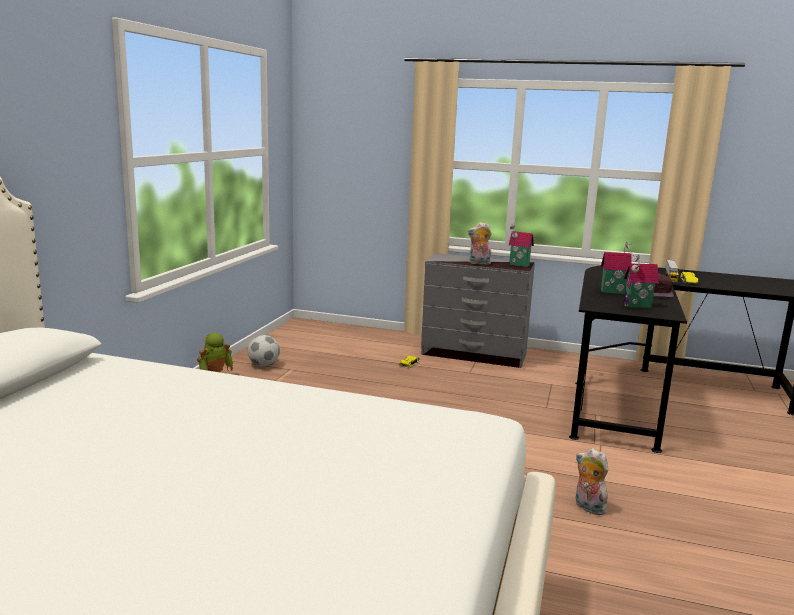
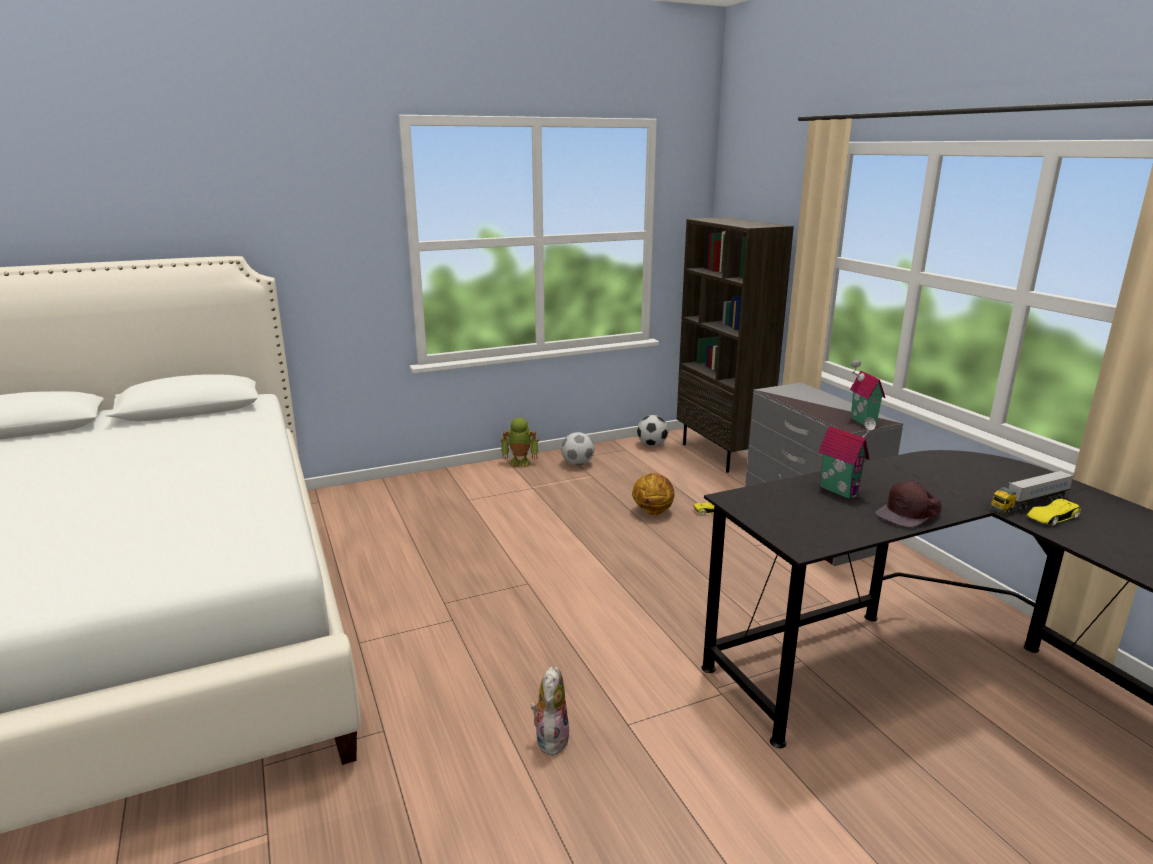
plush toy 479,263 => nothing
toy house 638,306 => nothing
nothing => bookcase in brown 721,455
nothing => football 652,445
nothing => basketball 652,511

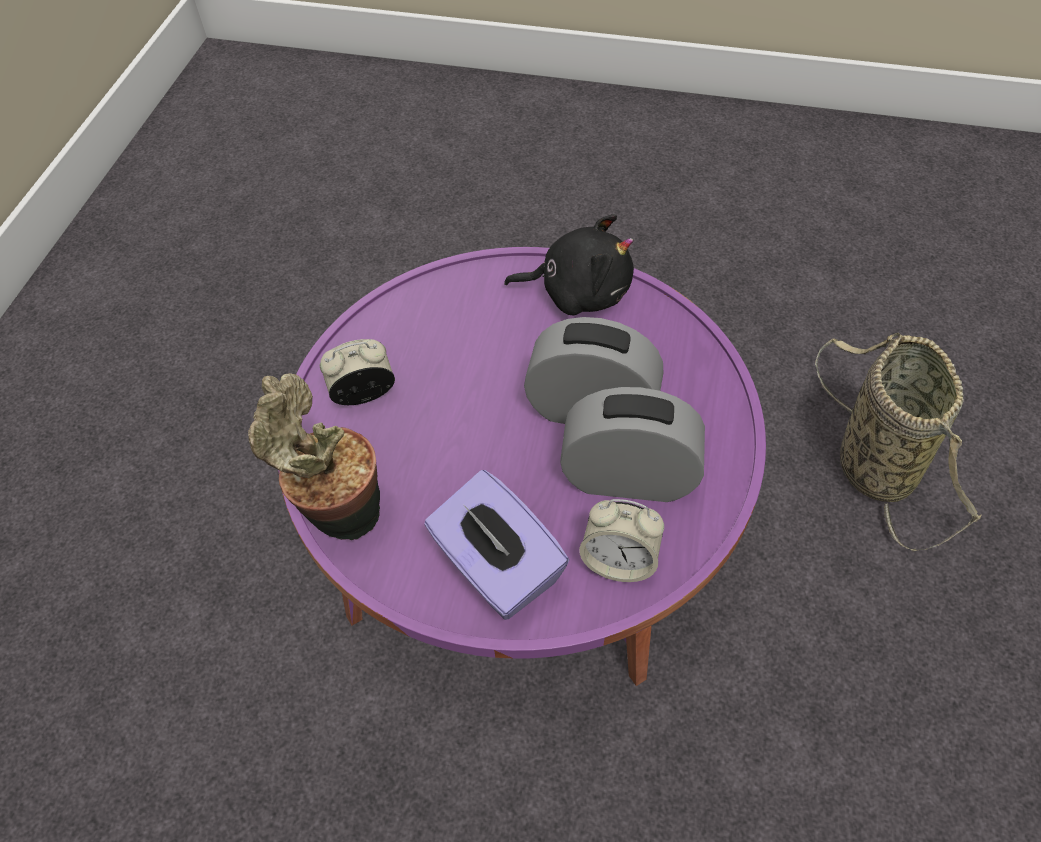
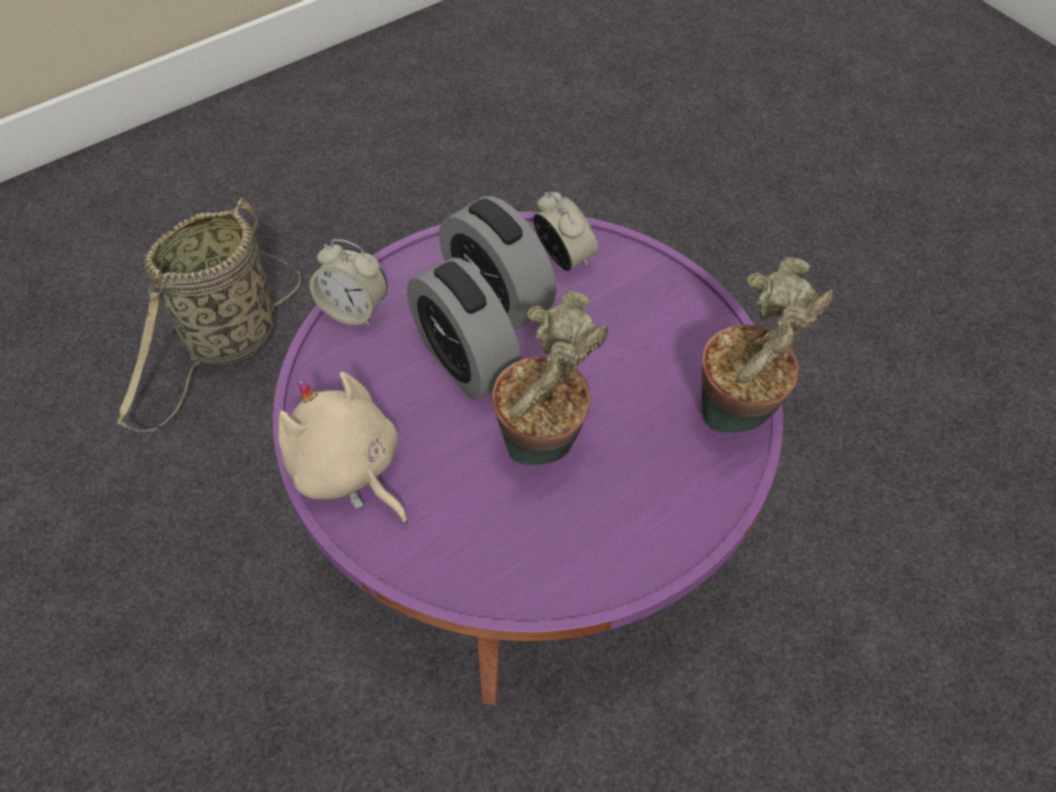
plush toy in black 578,291 => plush toy in beige 348,471
alarm clock 363,394 => alarm clock 354,310, moved
tissue box in purple 496,567 => nothing
nothing => potted plant 544,449

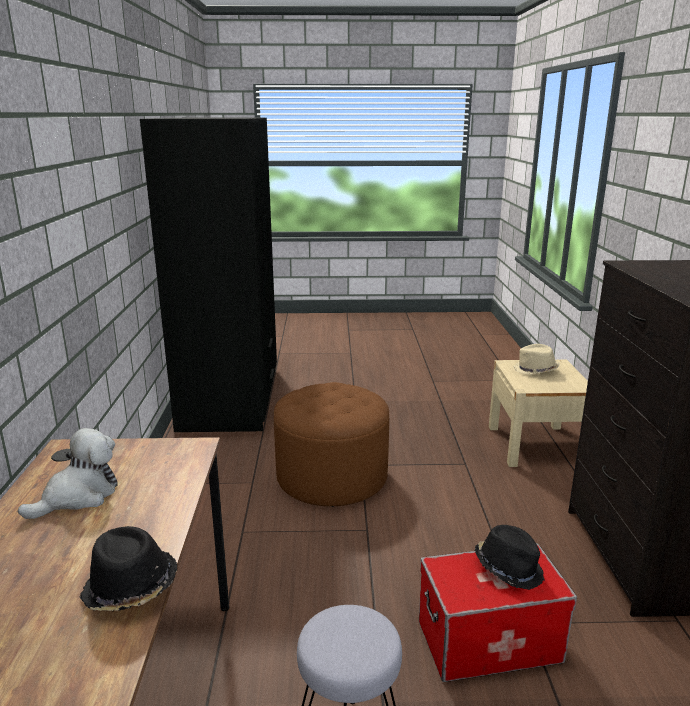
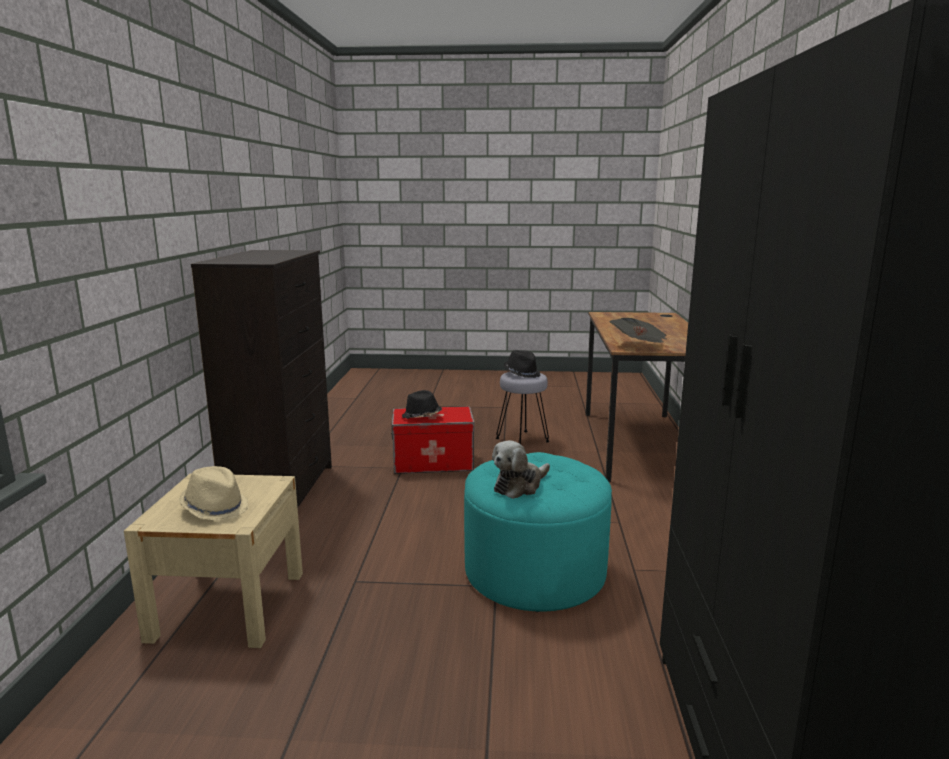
ottoman in brown 332,476 => ottoman in turquoise 535,572
plush toy 79,496 => plush toy 519,486, moved
hat in black 130,588 => hat in black 522,374, moved
nothing => newspaper 639,346

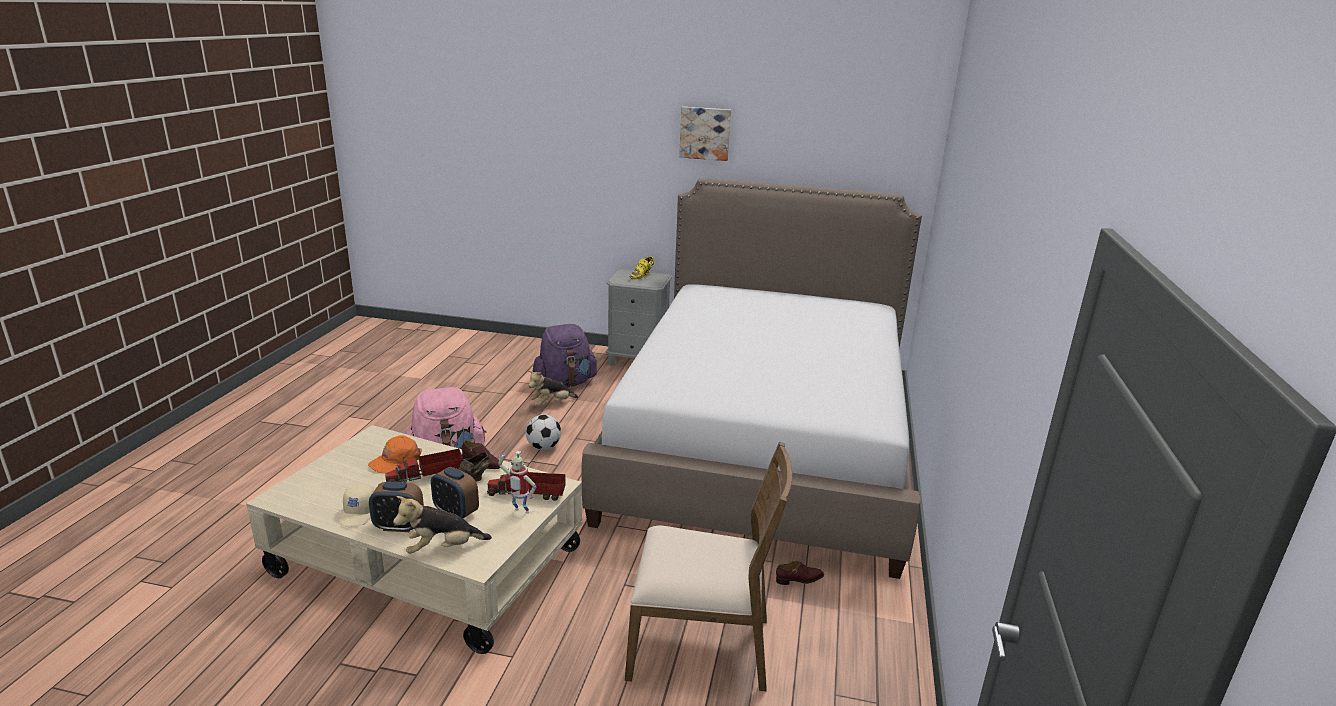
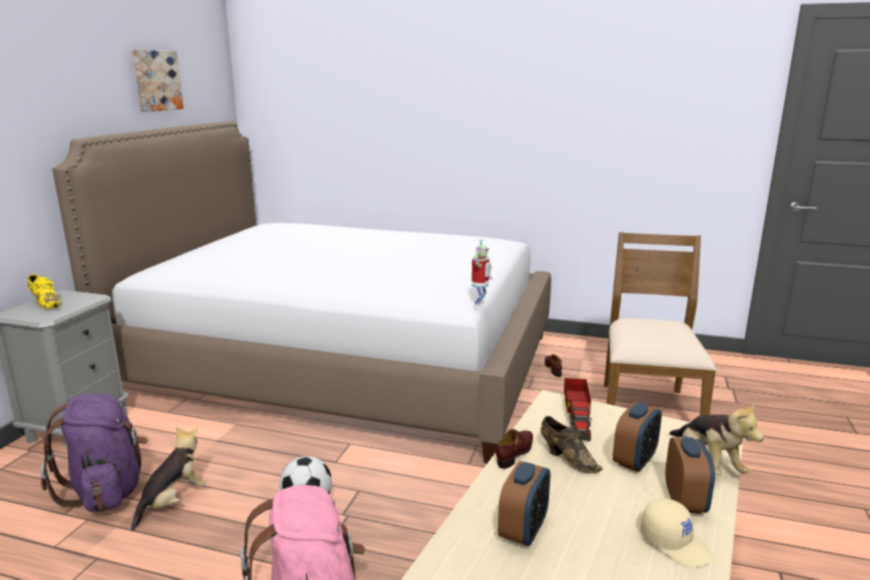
picture 705,133 => picture 156,80, moved
plush toy 551,404 => plush toy 173,502, 120 degrees counterclockwise
cap in orange 395,460 => alarm clock 523,530
toy truck 428,476 => nothing
toy robot 520,512 => toy robot 480,305, moved
cap in beige 359,513 => cap in beige 675,543, 45 degrees clockwise

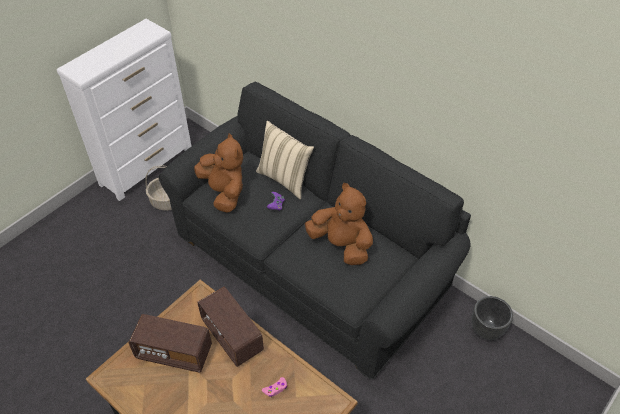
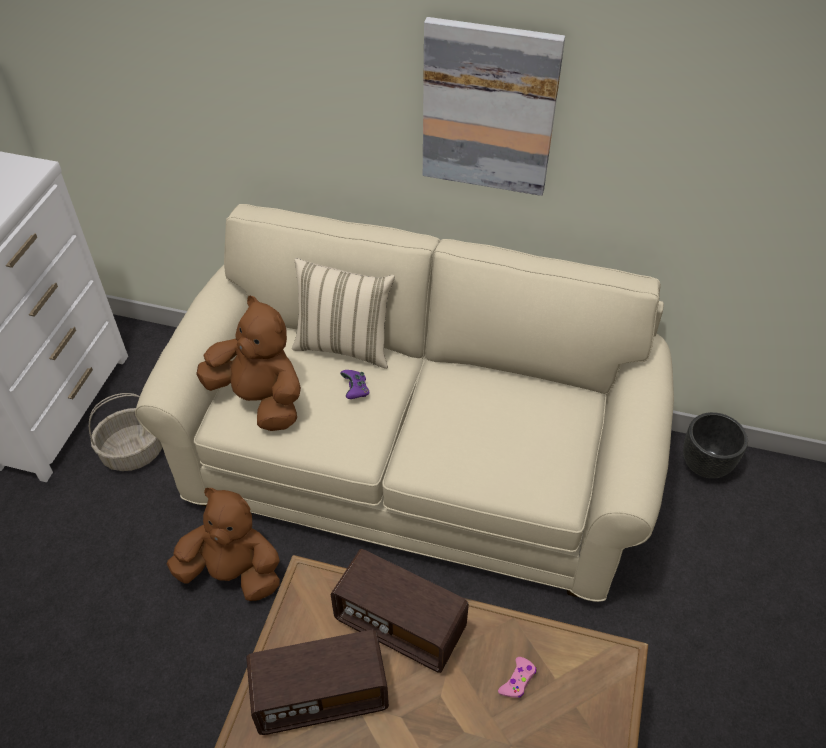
sofa in black 310,264 => sofa in beige 413,466
plush toy in brown 341,245 => plush toy in brown 233,572, moved
nothing => picture 489,108

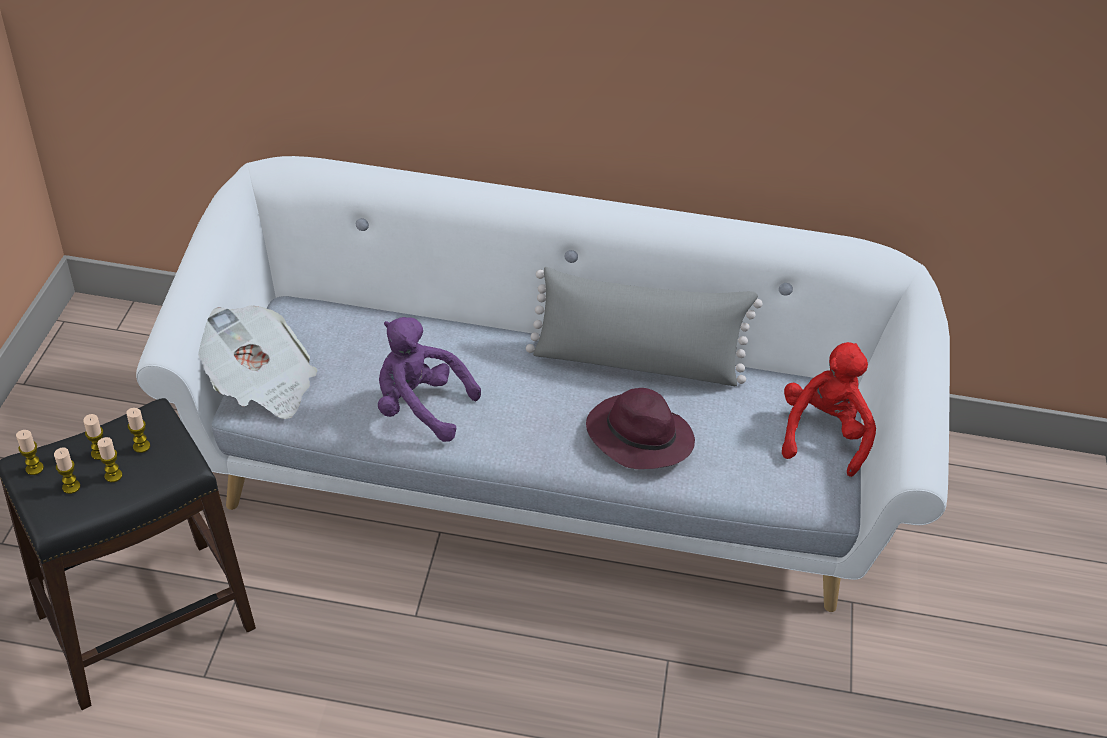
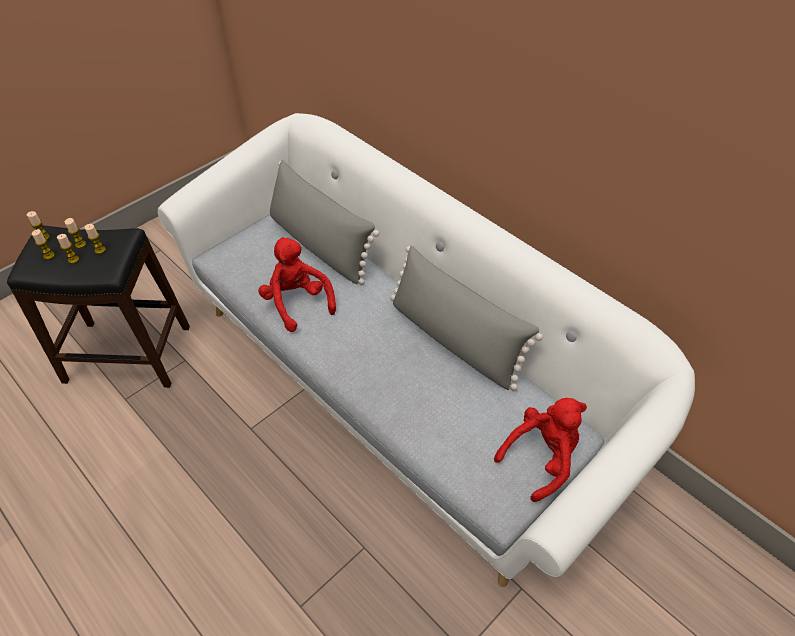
newspaper 261,383 => nothing
plush toy in purple 419,407 => plush toy in red 297,302
hat in purple 637,436 => nothing
nothing => pillow in grey 320,244

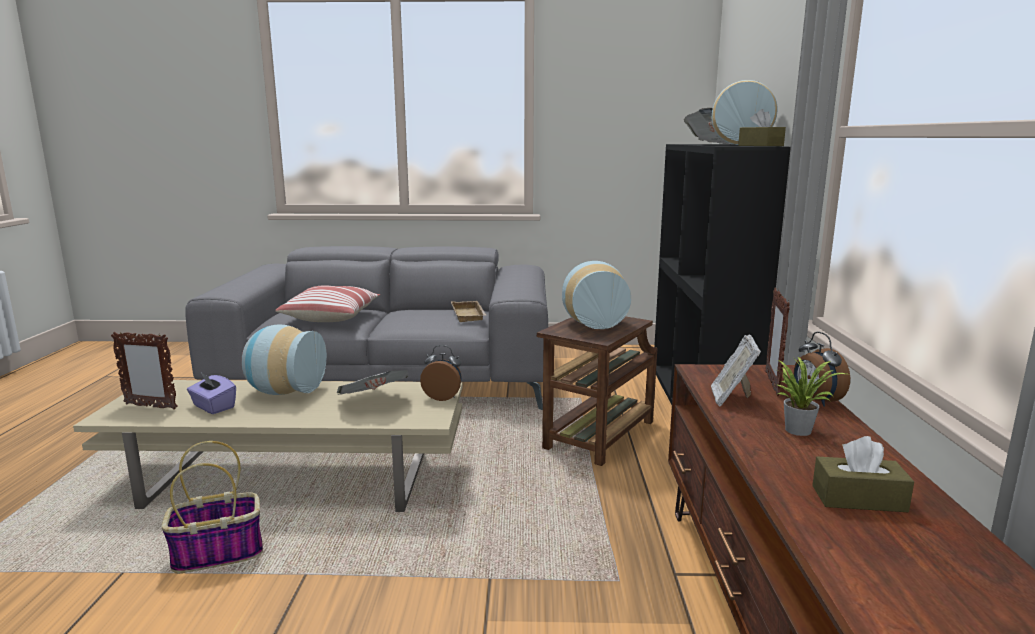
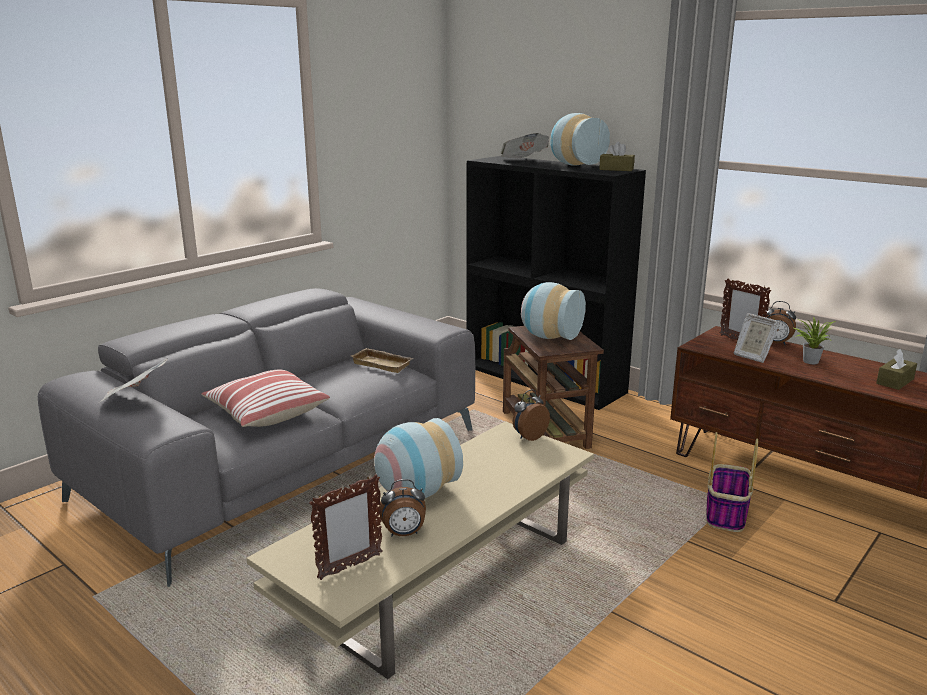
newspaper 373,402 => newspaper 135,399, moved
tissue box in purple 213,407 => alarm clock 404,534
basket 219,553 => basket 726,513, moved

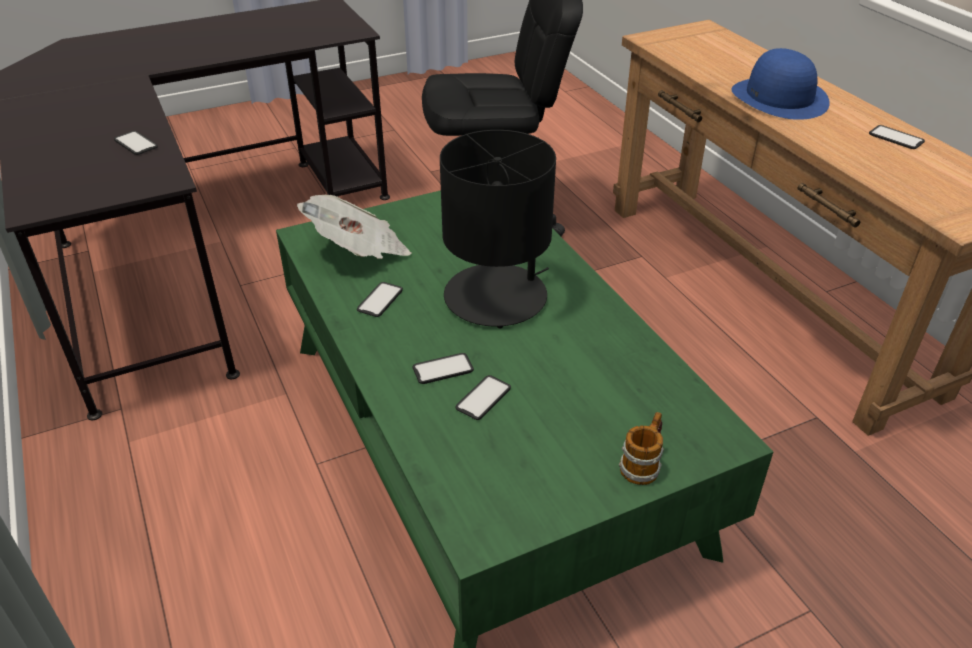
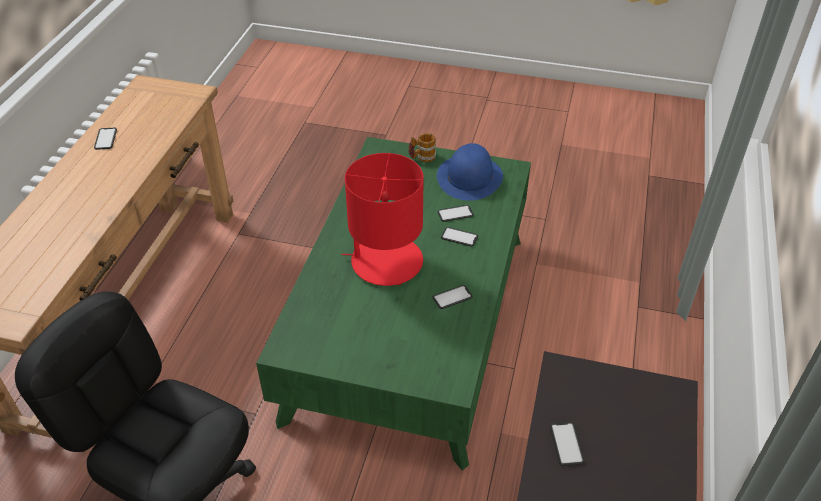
hat in blue 779,98 => hat in blue 469,177, moved
table lamp in black 497,296 => table lamp in red 386,261
newspaper 359,251 => nothing

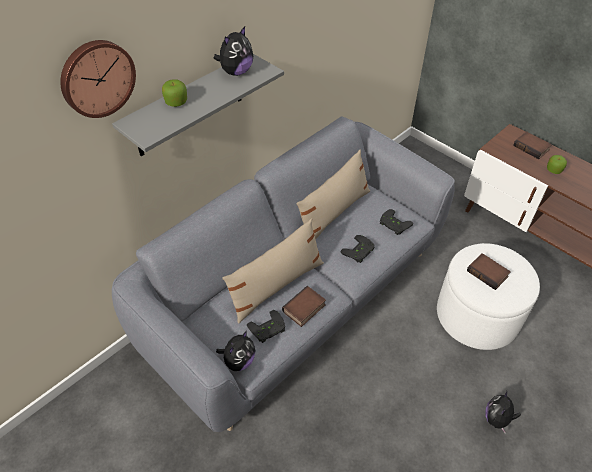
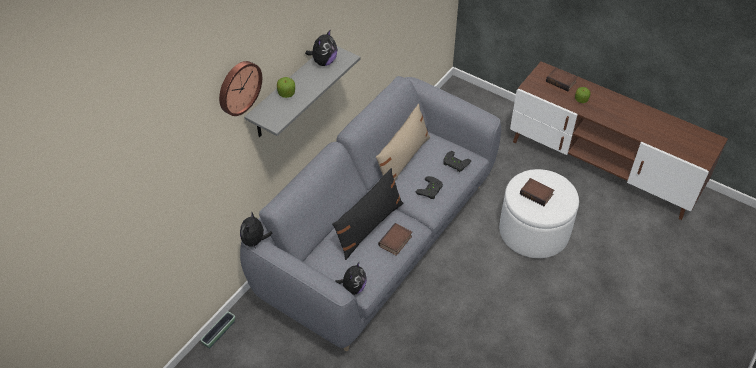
pillow in beige 276,286 => pillow in black 368,227
game controller in black 268,330 => nothing
plush toy 497,419 => plush toy 255,241, moved
nothing => planter 219,333

